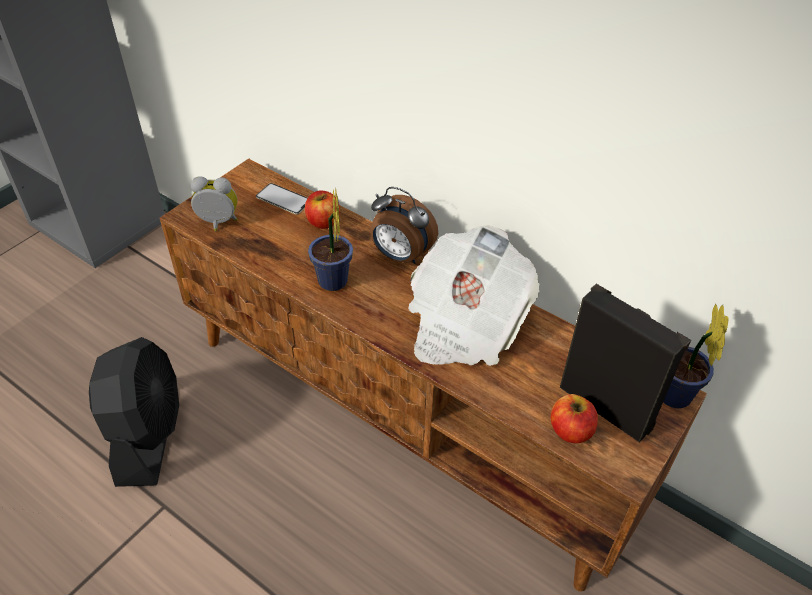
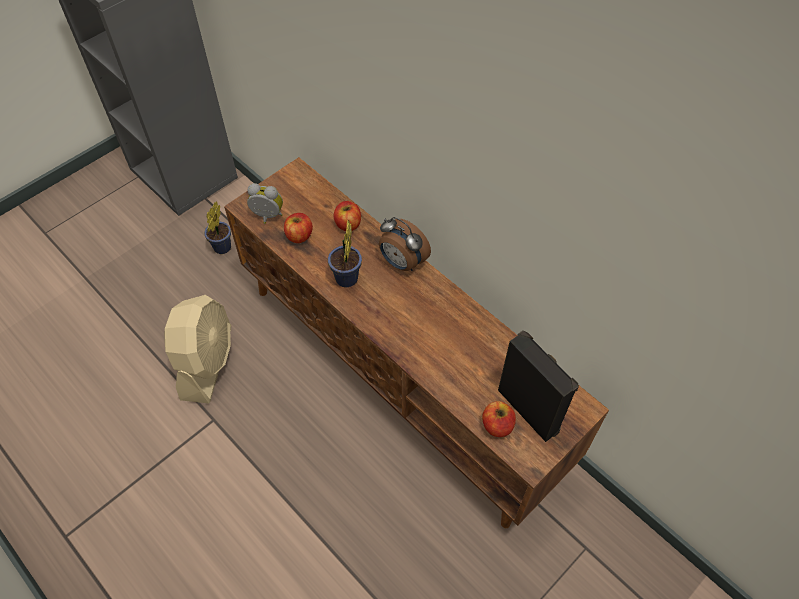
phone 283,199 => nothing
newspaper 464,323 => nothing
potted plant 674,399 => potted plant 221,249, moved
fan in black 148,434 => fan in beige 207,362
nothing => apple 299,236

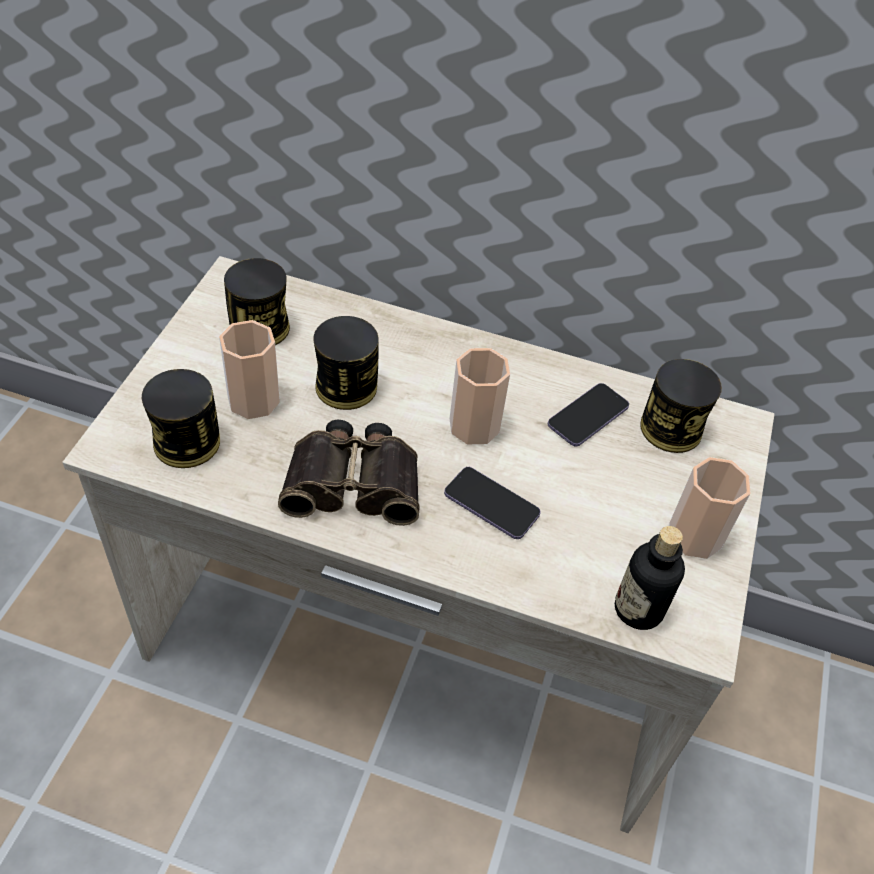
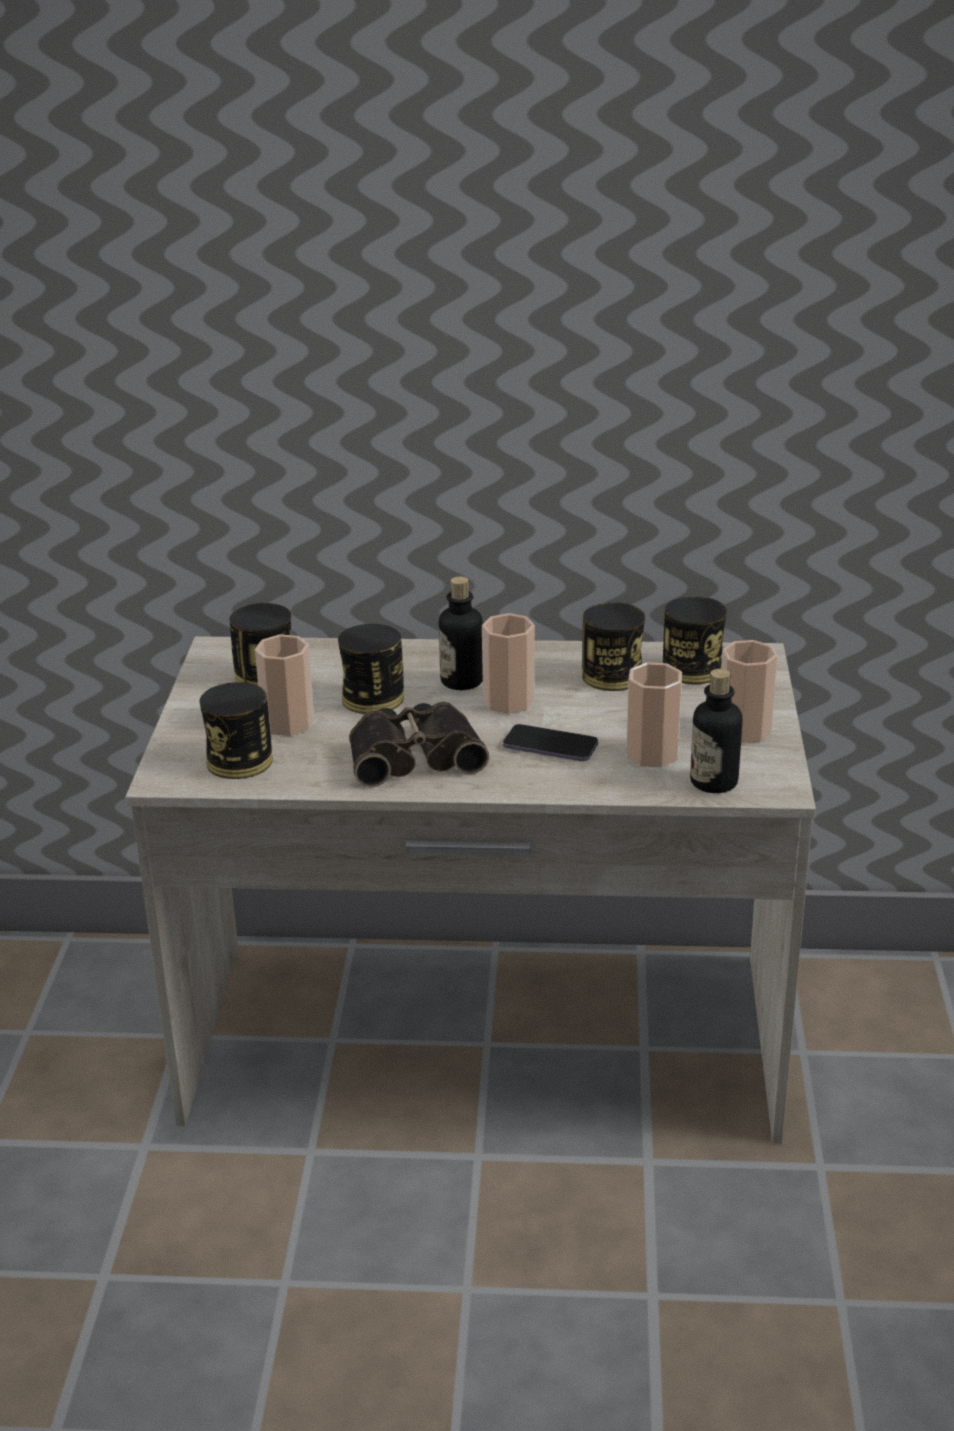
phone 588,416 => can 612,676
nothing => bottle 462,681
nothing => cup 652,754

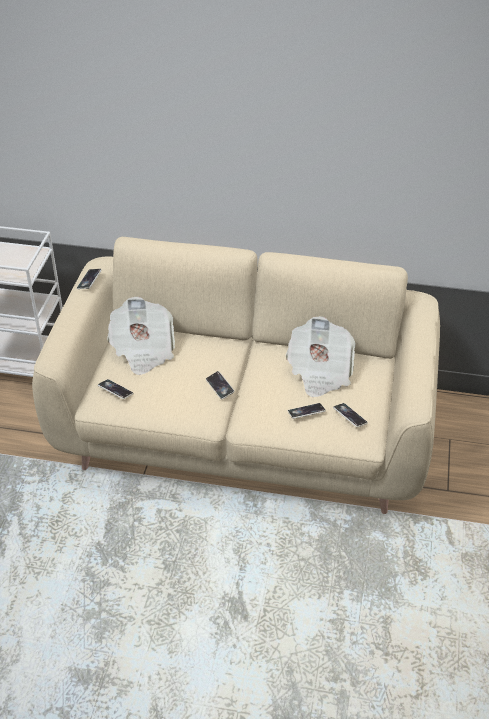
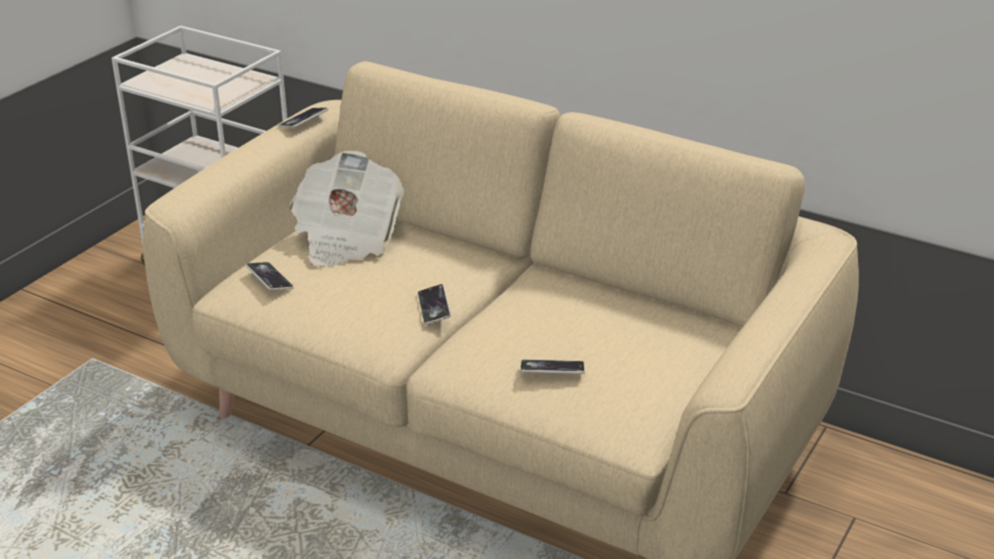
newspaper 319,372 => nothing
phone 350,416 => nothing

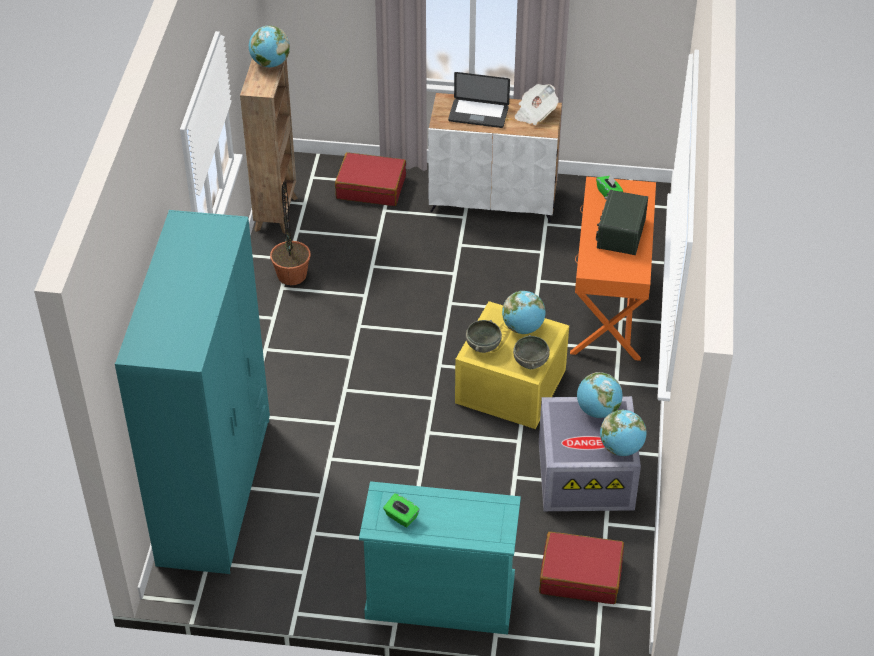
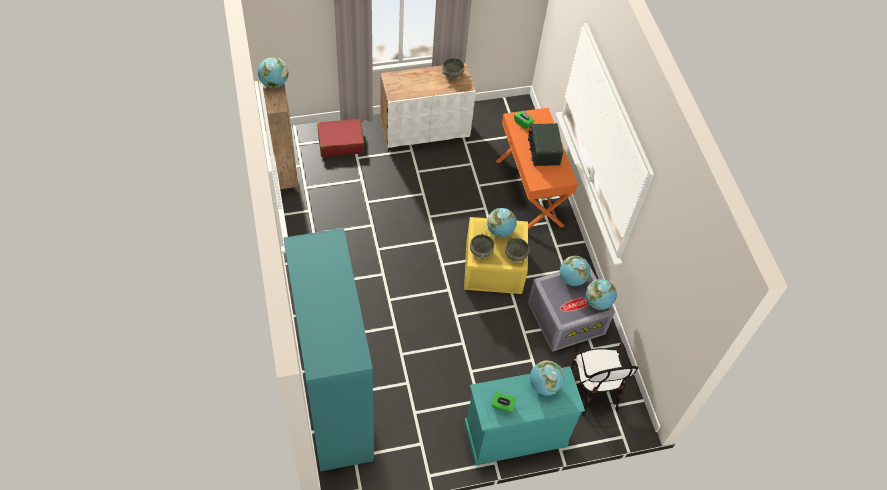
laptop 478,114 => nothing
newspaper 535,113 => bowl in grey 452,74
potted plant 292,275 => nothing
suitcase in red 580,575 => chair 593,390
nothing => globe 544,385

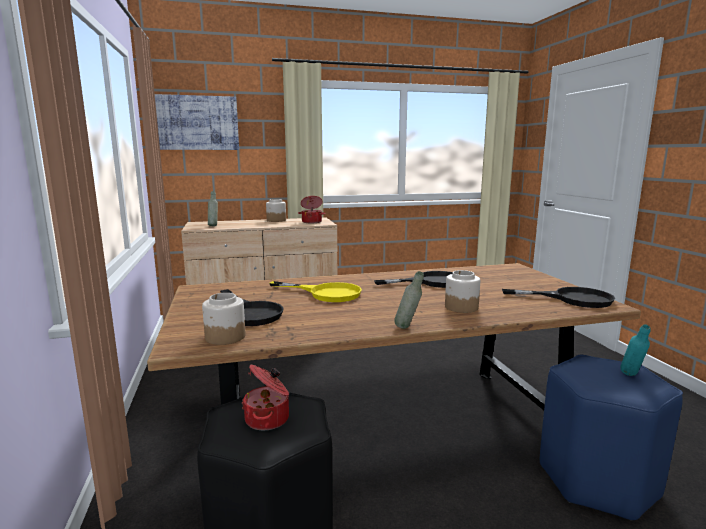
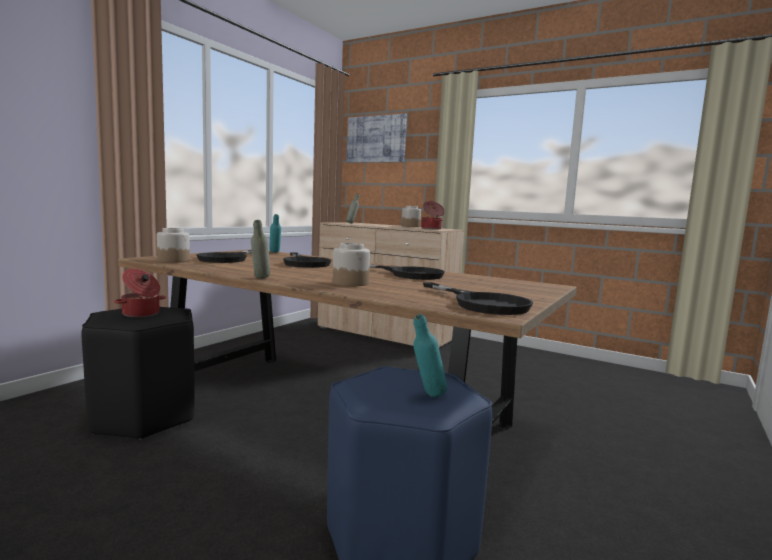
frying pan in yellow 326,293 => frying pan in black 305,263
nothing => bottle in turquoise 275,252

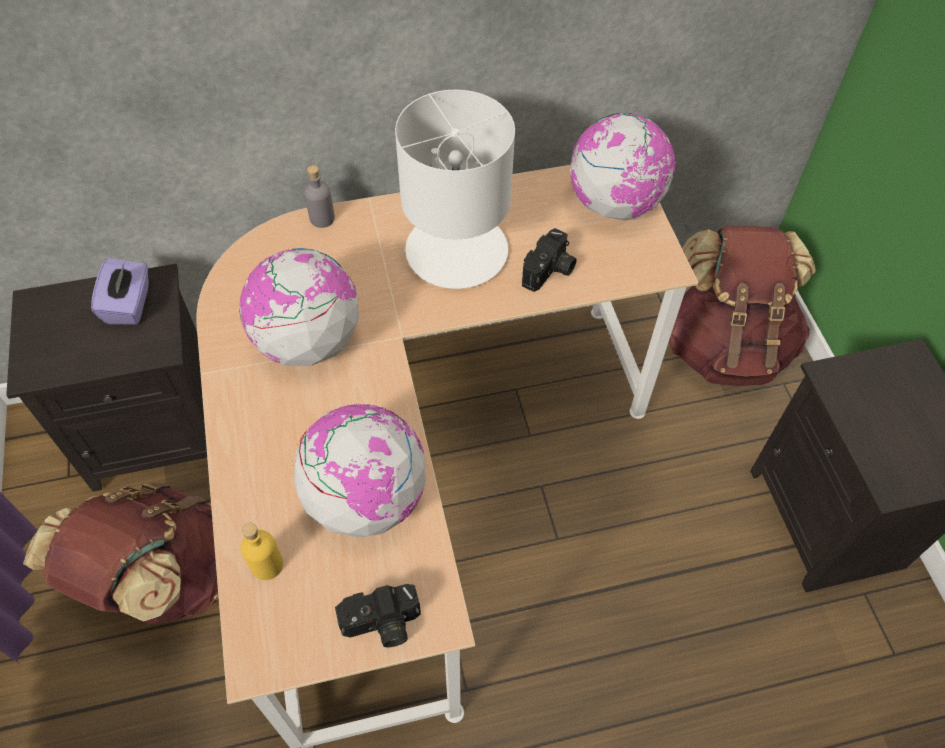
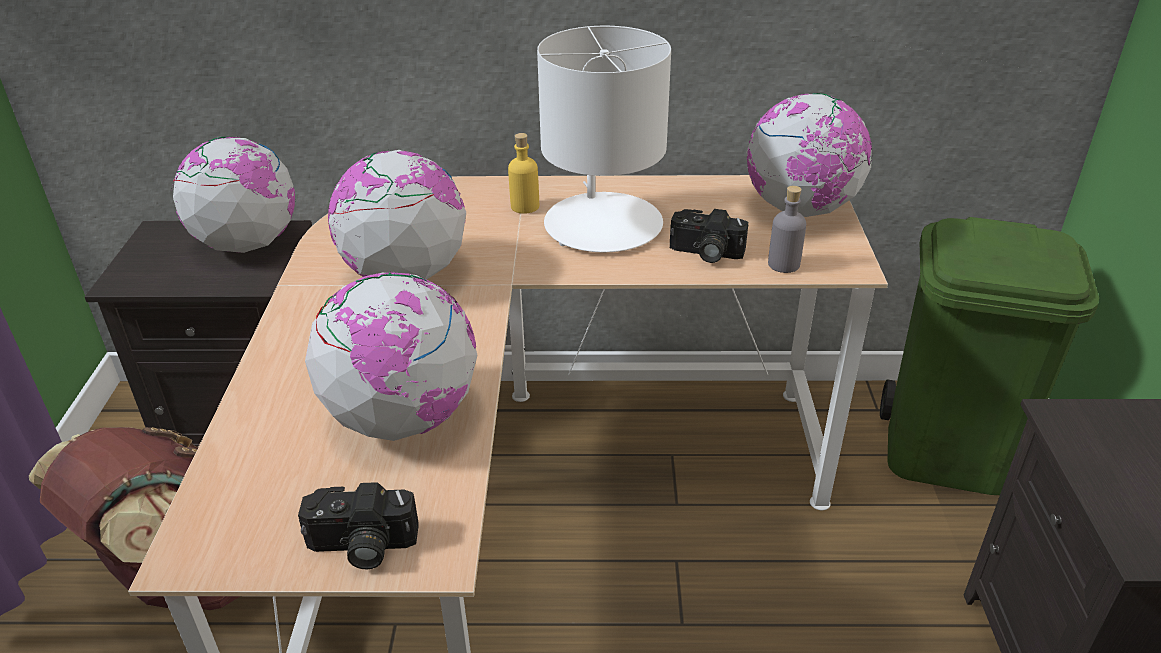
bottle in grey 322,218 => bottle in grey 783,264, moved
backpack in brown 725,347 => trash can in green 948,454
photo camera 549,272 => photo camera 705,253, 60 degrees clockwise
tissue box in purple 129,304 => globe 247,244
bottle in yellow 267,565 => bottle in yellow 525,206, moved

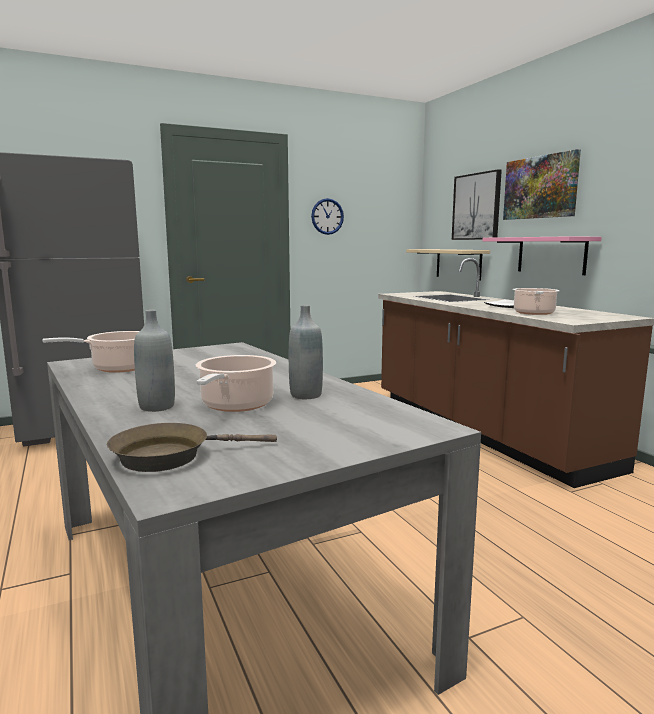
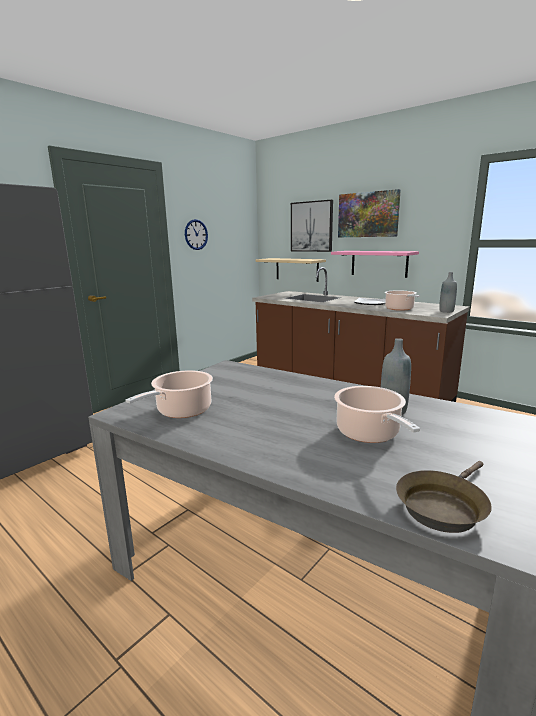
bottle in grey 157,407 => bottle in grey 446,311, moved

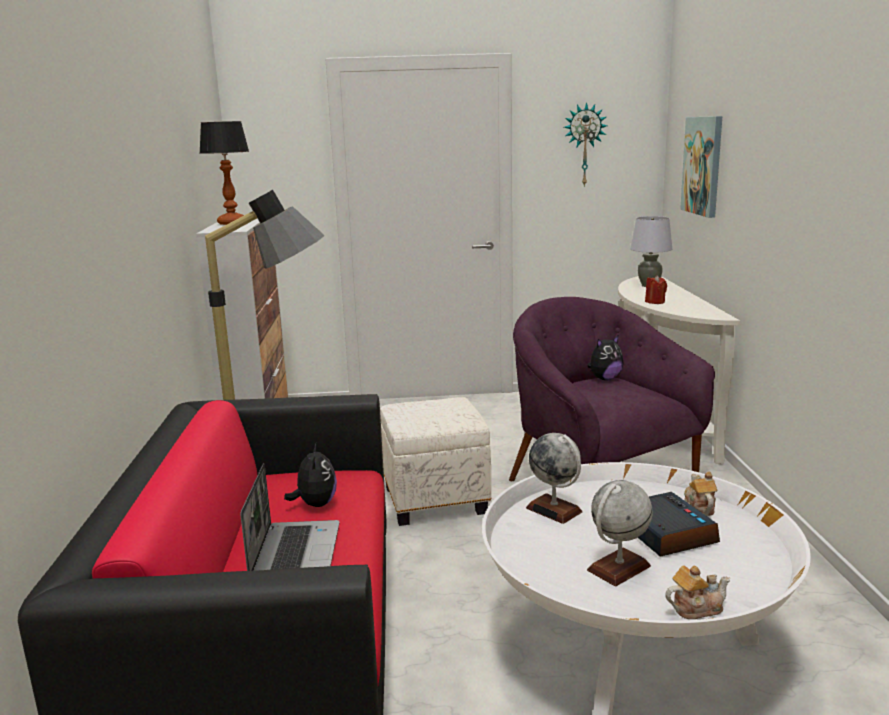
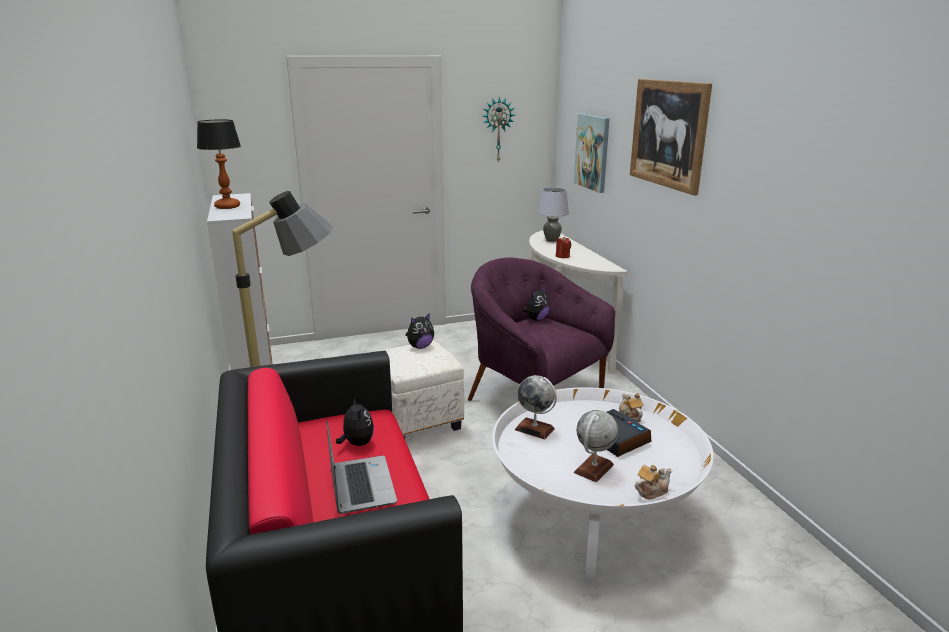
nothing => picture 668,134
nothing => plush toy 420,347

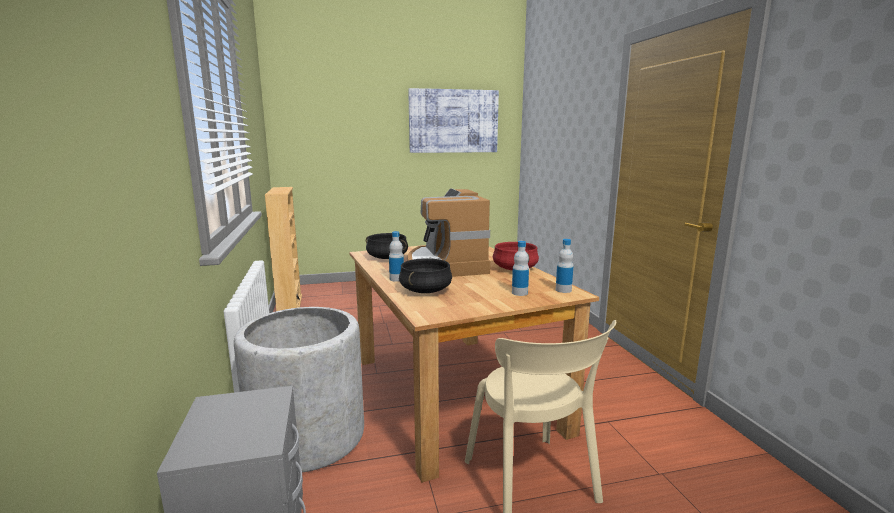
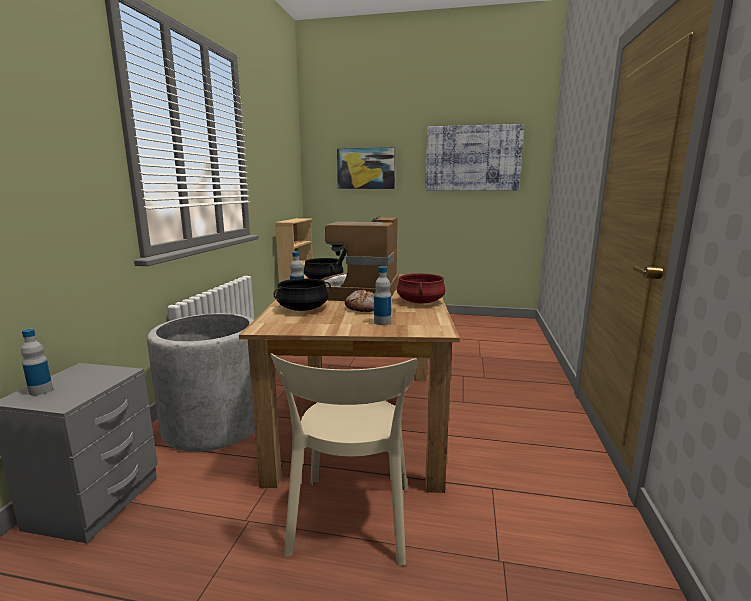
bottle 563,290 => bottle 41,390, moved
nothing => picture 366,168
nothing => bread 362,308

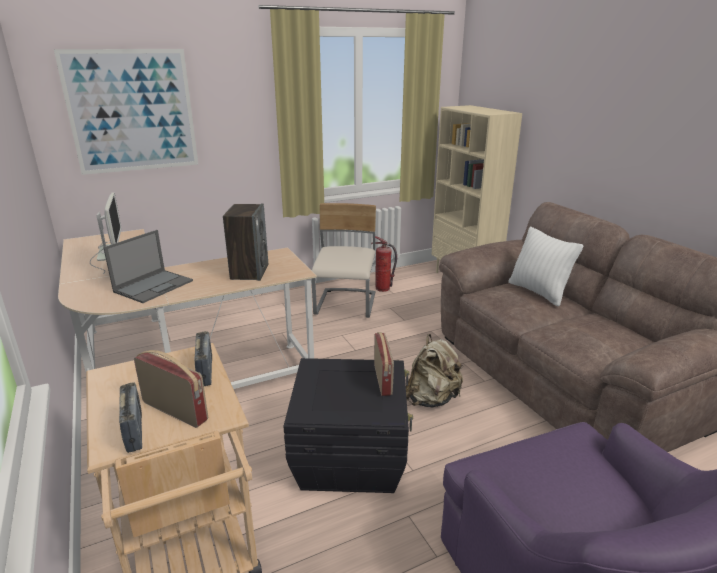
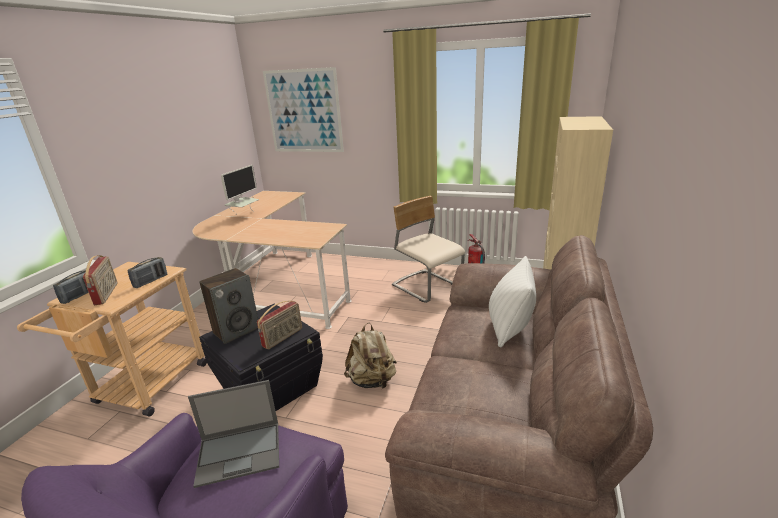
chair in beige 346,305 => chair in beige 427,287, 90 degrees counterclockwise
speaker 249,272 => speaker 236,330, moved
laptop 154,286 => laptop 240,452, moved

